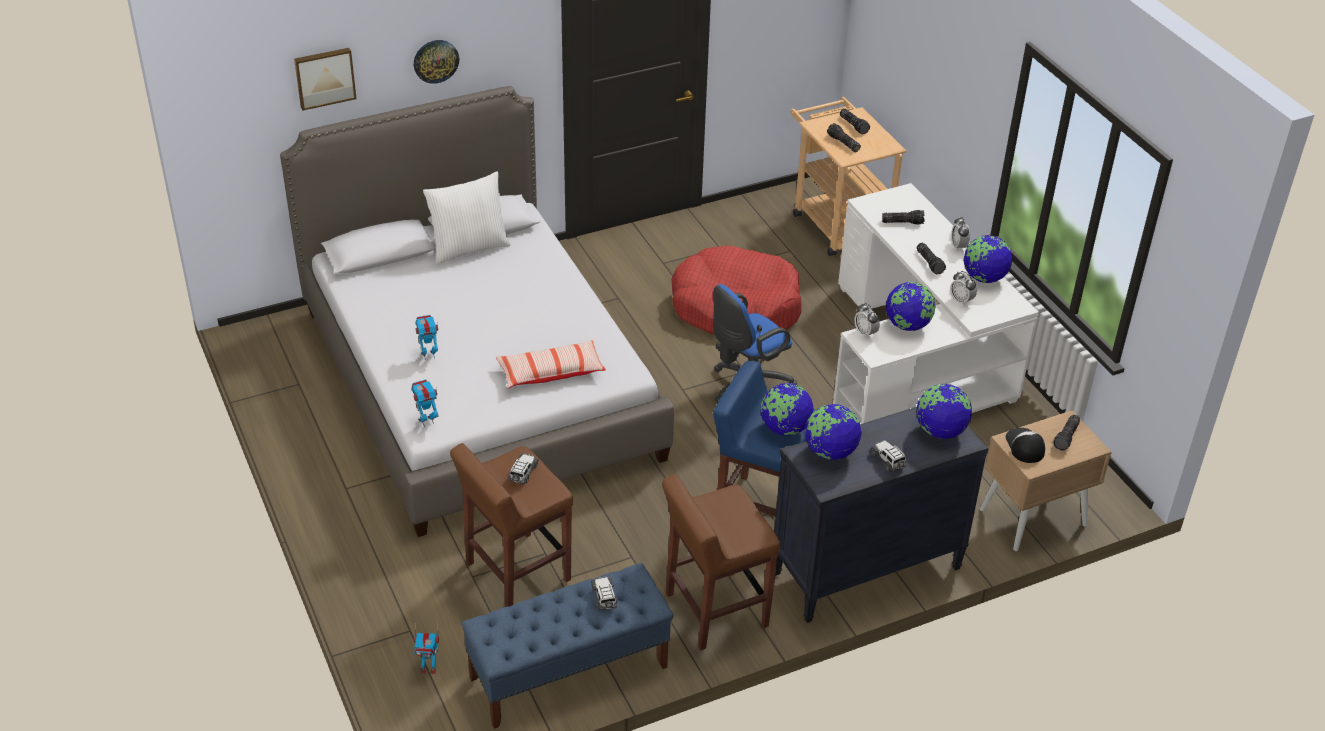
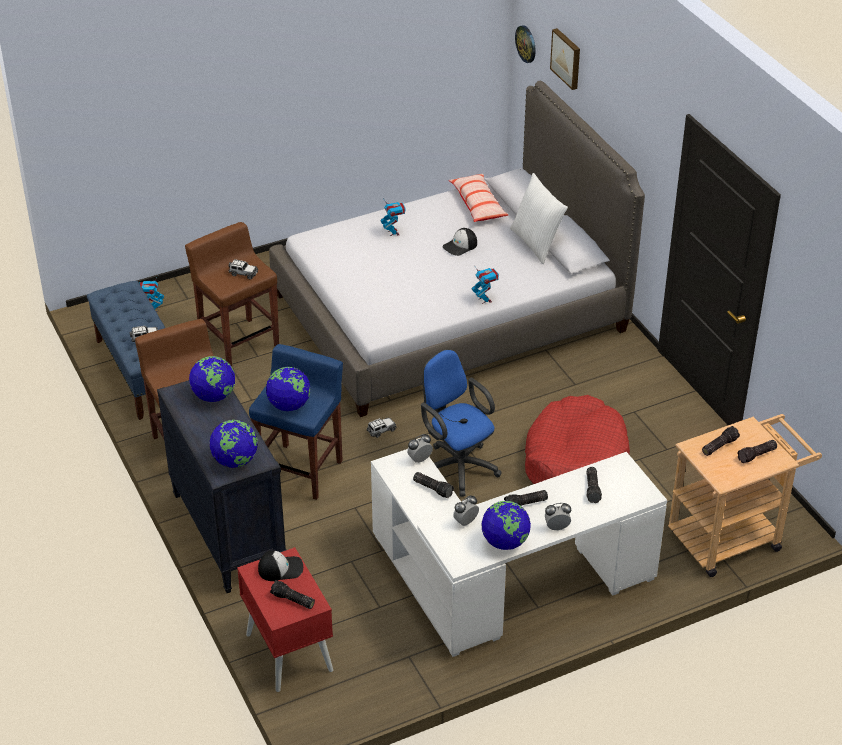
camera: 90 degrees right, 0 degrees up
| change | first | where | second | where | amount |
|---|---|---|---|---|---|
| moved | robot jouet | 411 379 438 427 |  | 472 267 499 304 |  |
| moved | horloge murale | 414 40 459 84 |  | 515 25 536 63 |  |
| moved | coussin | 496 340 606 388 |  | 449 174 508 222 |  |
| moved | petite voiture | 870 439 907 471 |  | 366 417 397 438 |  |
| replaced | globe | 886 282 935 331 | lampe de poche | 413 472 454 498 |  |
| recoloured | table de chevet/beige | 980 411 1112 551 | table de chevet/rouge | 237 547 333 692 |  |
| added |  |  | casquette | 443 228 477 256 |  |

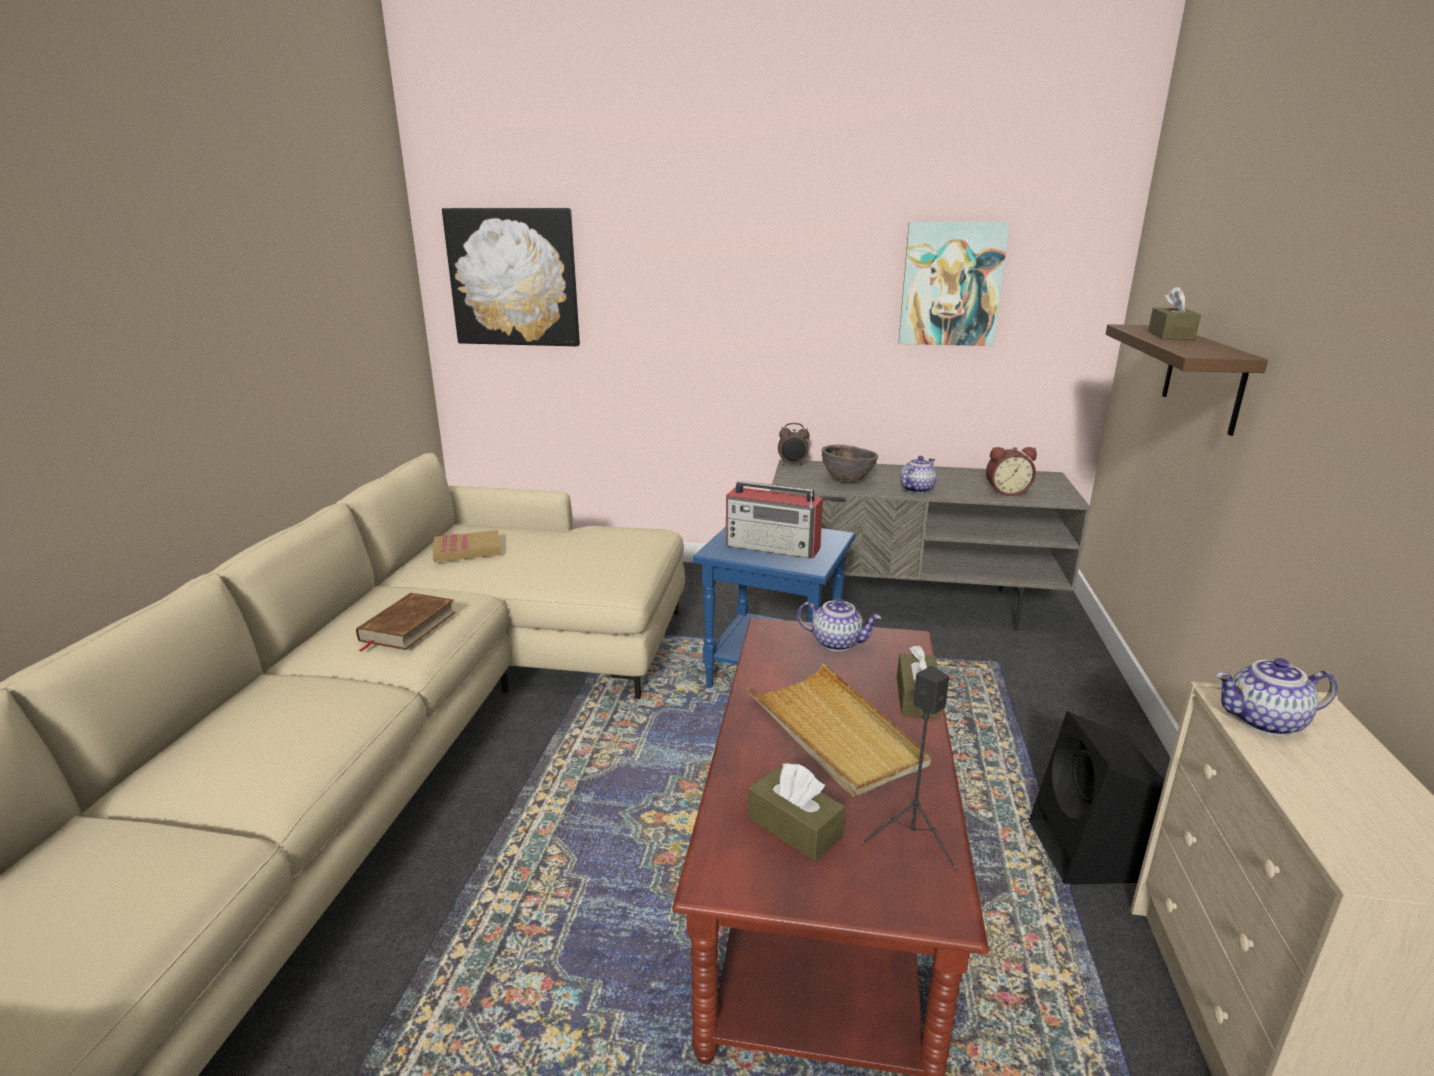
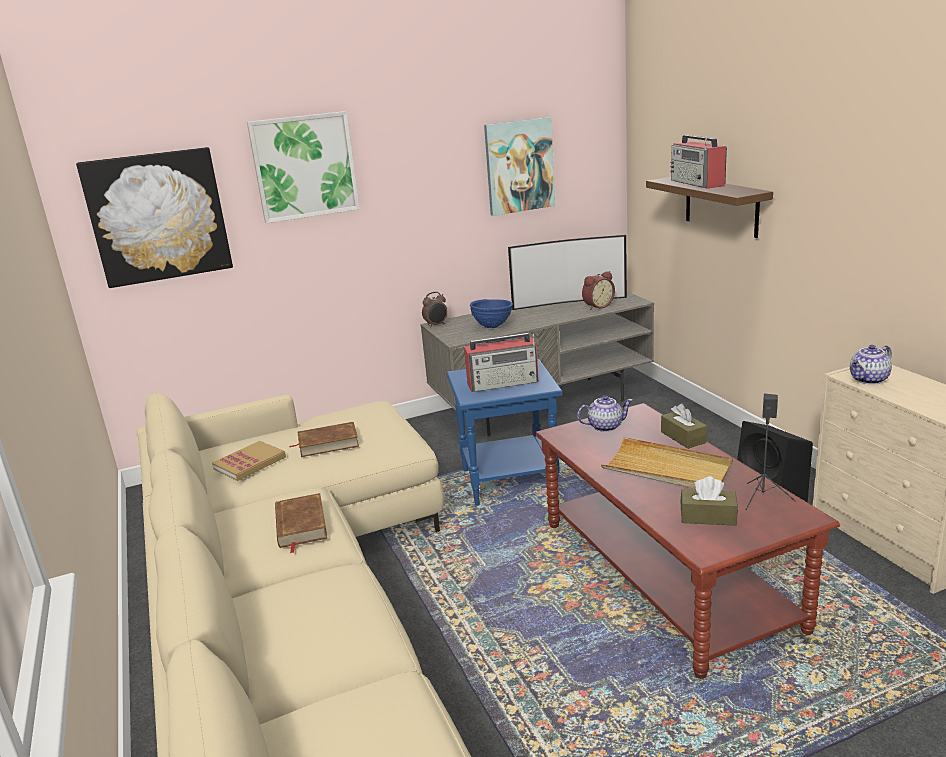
camera: 30 degrees left, 0 degrees up
| change | first | where | second | where | amount |
|---|---|---|---|---|---|
| recoloured | bol/marron | 822 444 878 484 | bol/bleu | 470 299 513 328 |  |
| removed | théière | 900 456 937 493 |  |  |  |
| replaced | boîte à mouchoirs/marron | 1148 286 1201 340 | radio | 670 135 727 189 |  |
| added |  |  | tableau | 247 111 360 223 |  |
| added |  |  | livre/marron | 290 422 359 457 |  |
| added |  |  | téléviseur | 508 235 627 310 |  |

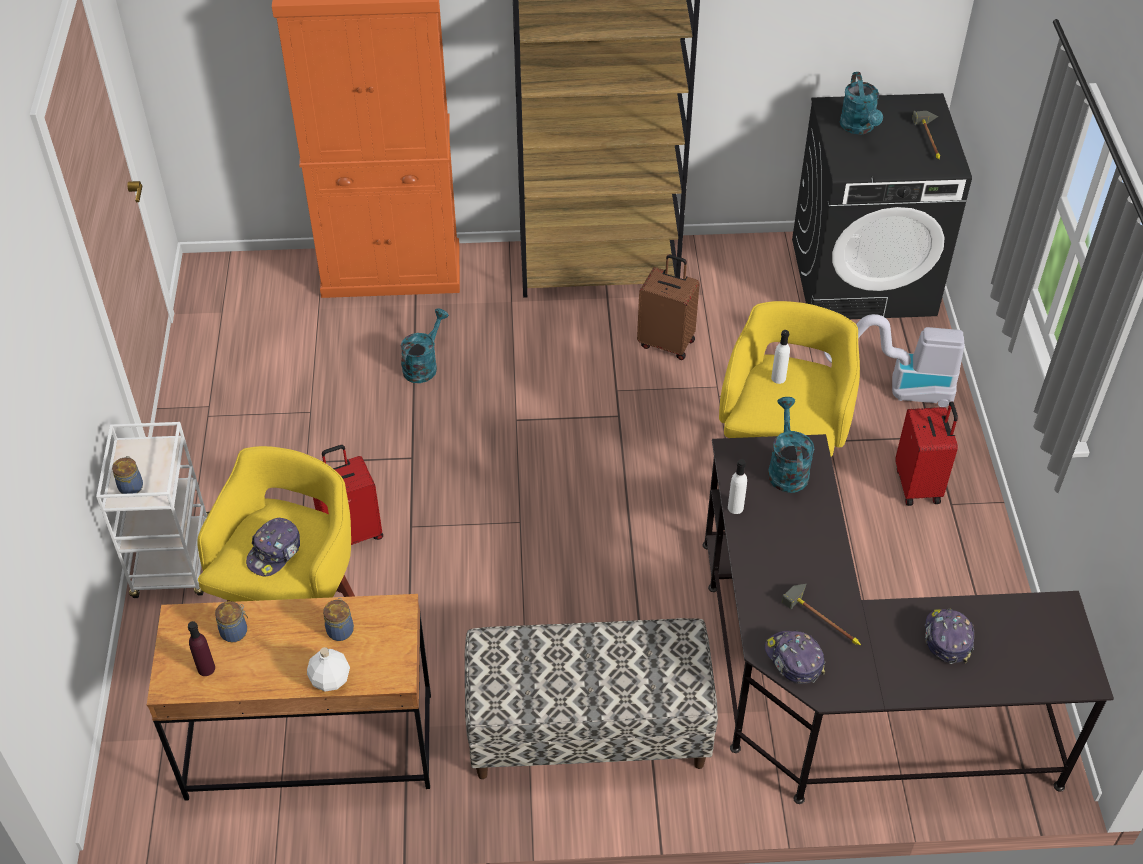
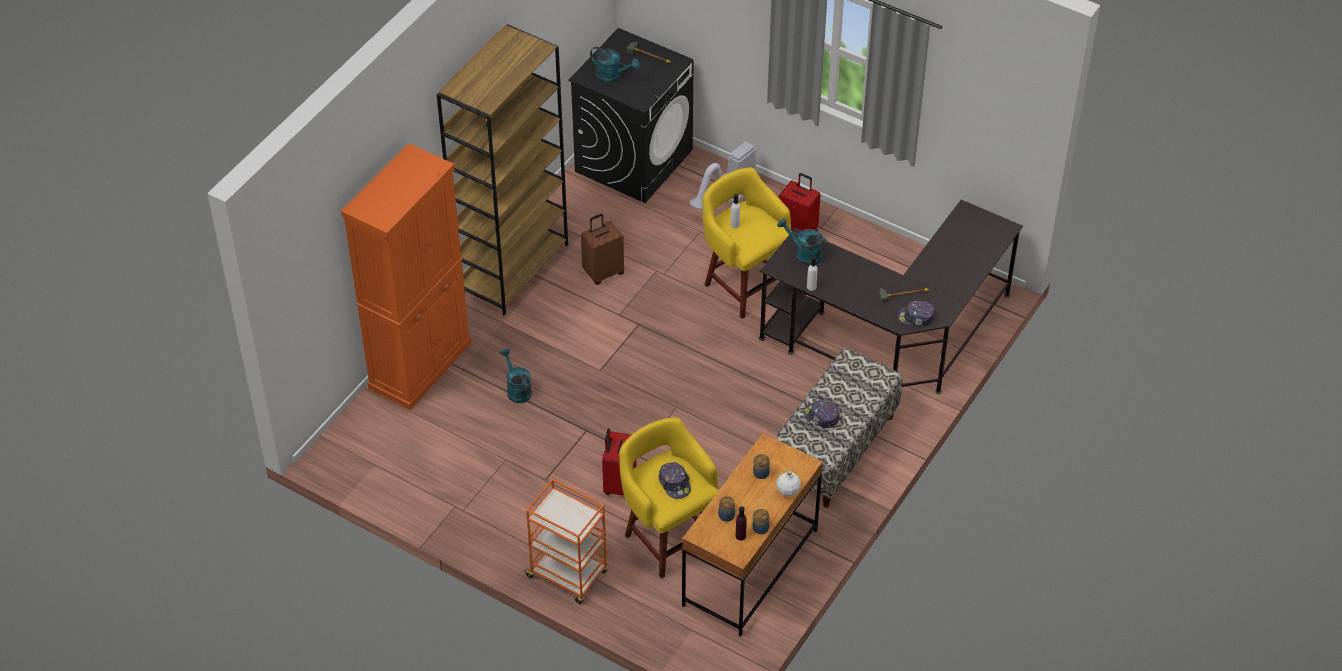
camera: 55 degrees left, 0 degrees up
| change | first | where | second | where | amount |
|---|---|---|---|---|---|
| recoloured | chariot/blanc | 96 422 210 598 | chariot/orange | 523 478 609 604 |  |
| moved | bocal | 112 456 143 494 |  | 752 509 770 534 |  |
| moved | casquette | 925 609 974 664 |  | 804 400 841 428 |  |

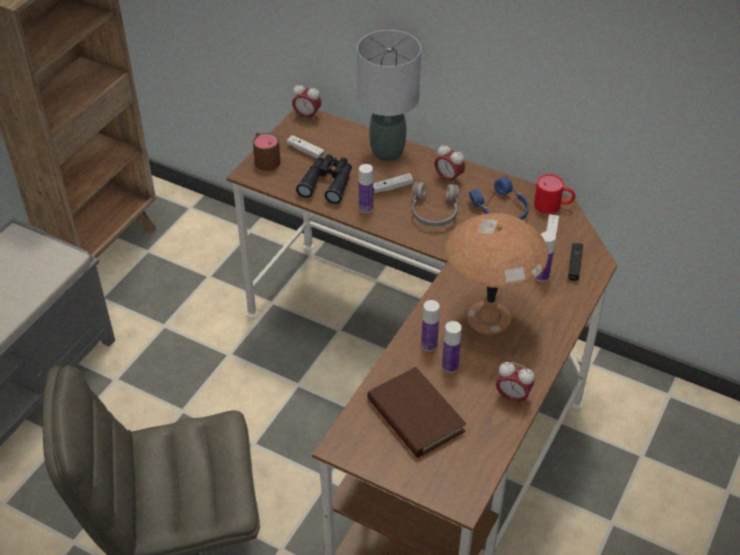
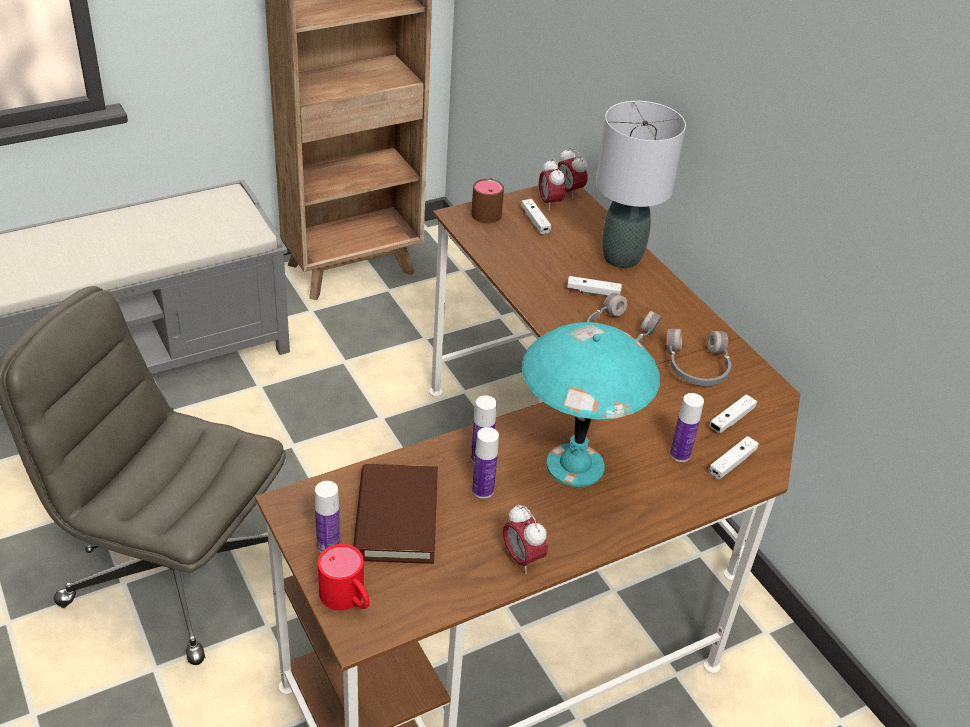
camera: 30 degrees right, 5 degrees down
| change | first | where | second | where | amount |
|---|---|---|---|---|---|
| removed | jumelles/noir | 296 154 352 204 |  |  |  |
| moved | bouteille | 359 164 373 213 |  | 315 481 340 553 |  |
| moved | réveil | 435 144 465 183 |  | 539 158 565 210 |  |
| recoloured | lampe de table/marron | 445 213 549 335 | lampe de table/turquoise | 522 322 660 487 |  |
| recoloured | casque audio/bleu | 469 177 529 220 | casque audio/gris | 667 328 731 386 |  |
| moved | mug/rouge | 534 174 575 214 |  | 318 544 369 610 |  |
| recoloured | manette/noir | 568 243 583 281 | manette/blanc | 709 436 759 479 |  |

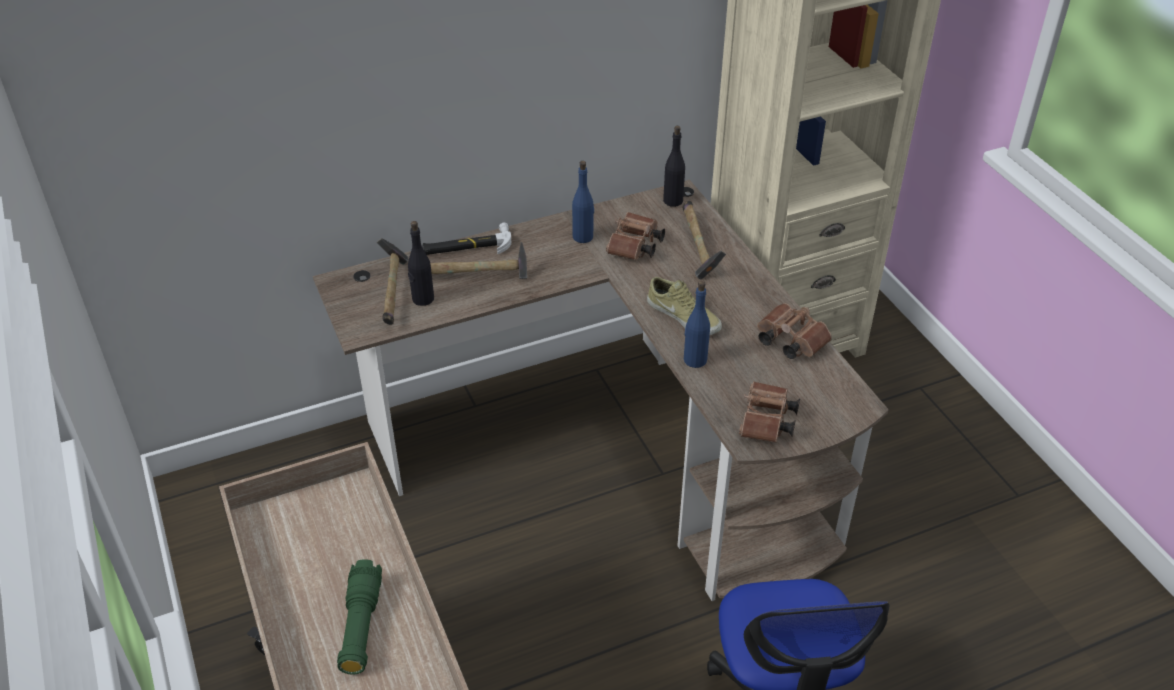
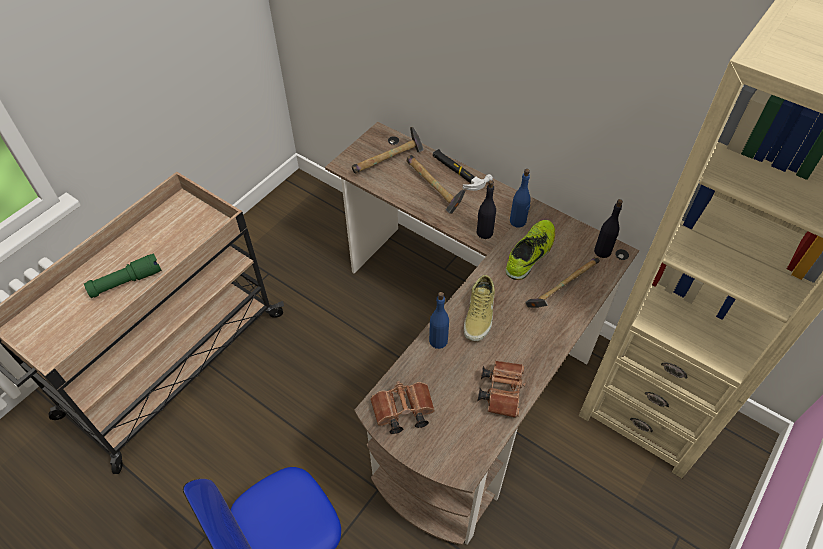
camera: 60 degrees right, 10 degrees up
| change | first | where | second | where | amount |
|---|---|---|---|---|---|
| moved | bouteille/noir | 408 221 434 306 |  | 476 180 496 239 |  |
| replaced | jumelles/marron | 606 212 665 260 | chaussure | 505 220 555 280 |  |

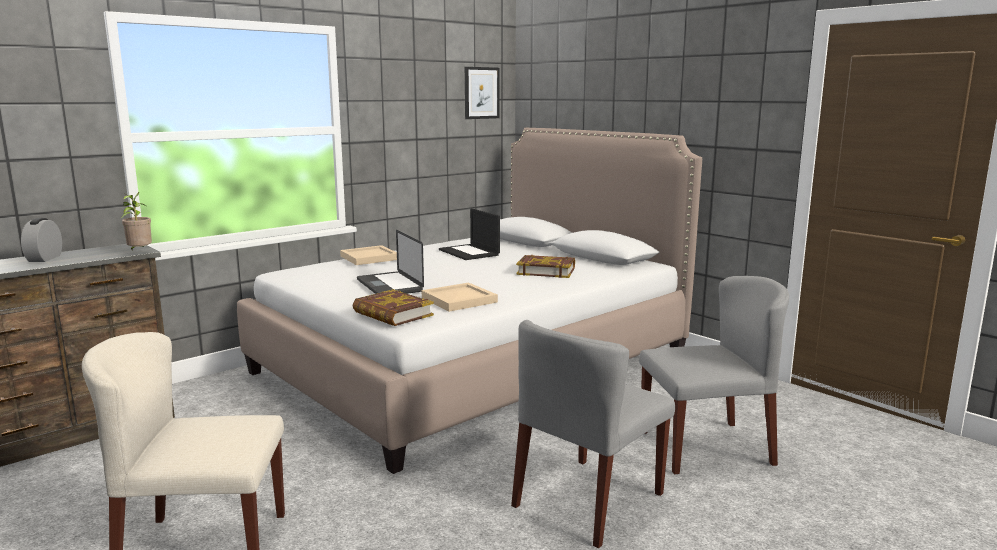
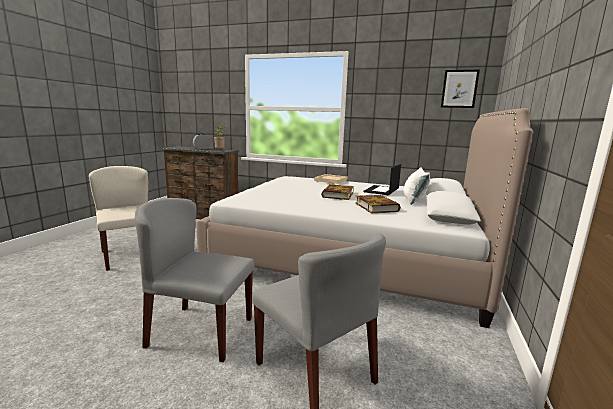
camera: 60 degrees right, 0 degrees up
| change | first | where | second | where | amount |
|---|---|---|---|---|---|
| moved | livre | 353 289 434 326 |  | 321 184 354 200 |  |
| removed | ordinateur portable | 357 230 424 294 |  |  |  |
| removed | plateau/beige | 422 282 498 312 |  |  |  |
| added |  |  | coussin/blanc | 404 167 430 205 |  |

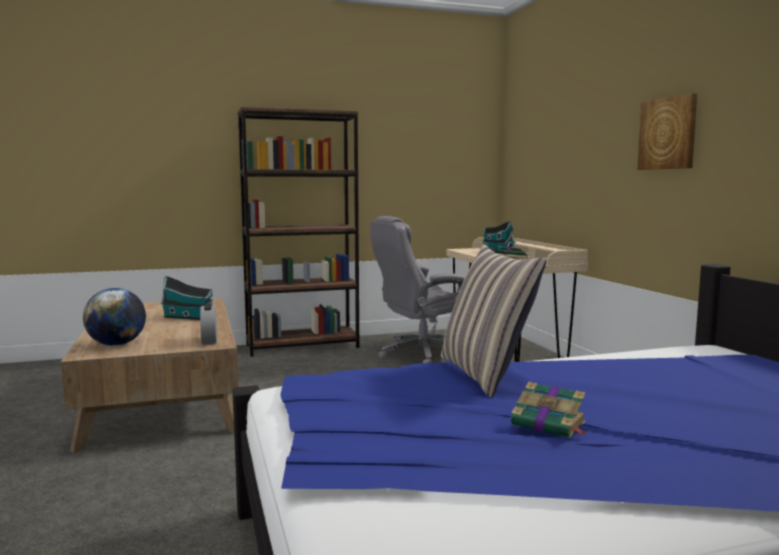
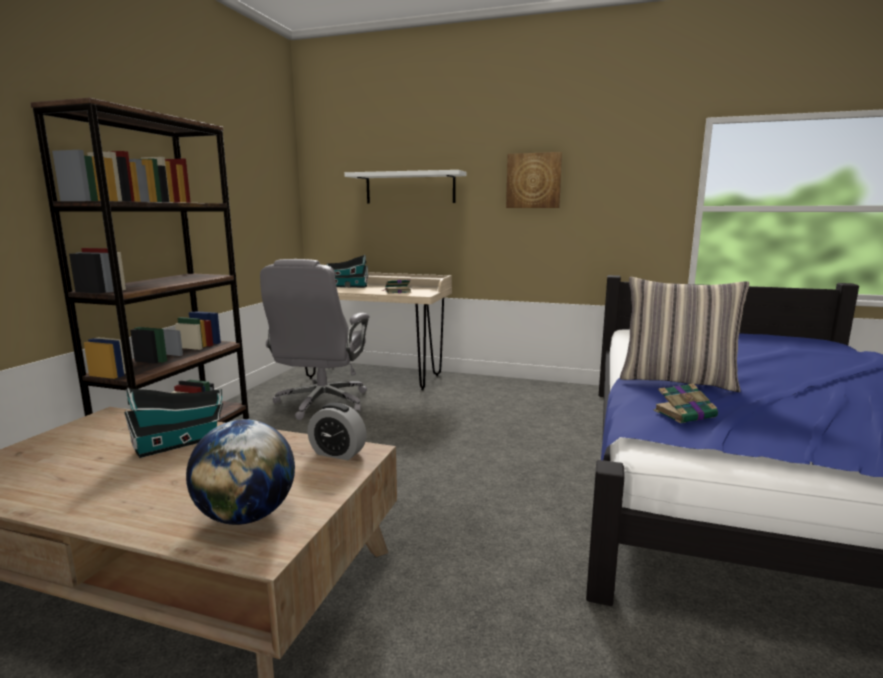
camera: 55 degrees left, 5 degrees up
| change | first | where | second | where | amount |
|---|---|---|---|---|---|
| moved | livre | 511 382 588 438 |  | 654 383 718 423 |  |
| added |  |  | étagère/blanc | 344 170 466 203 |  |

